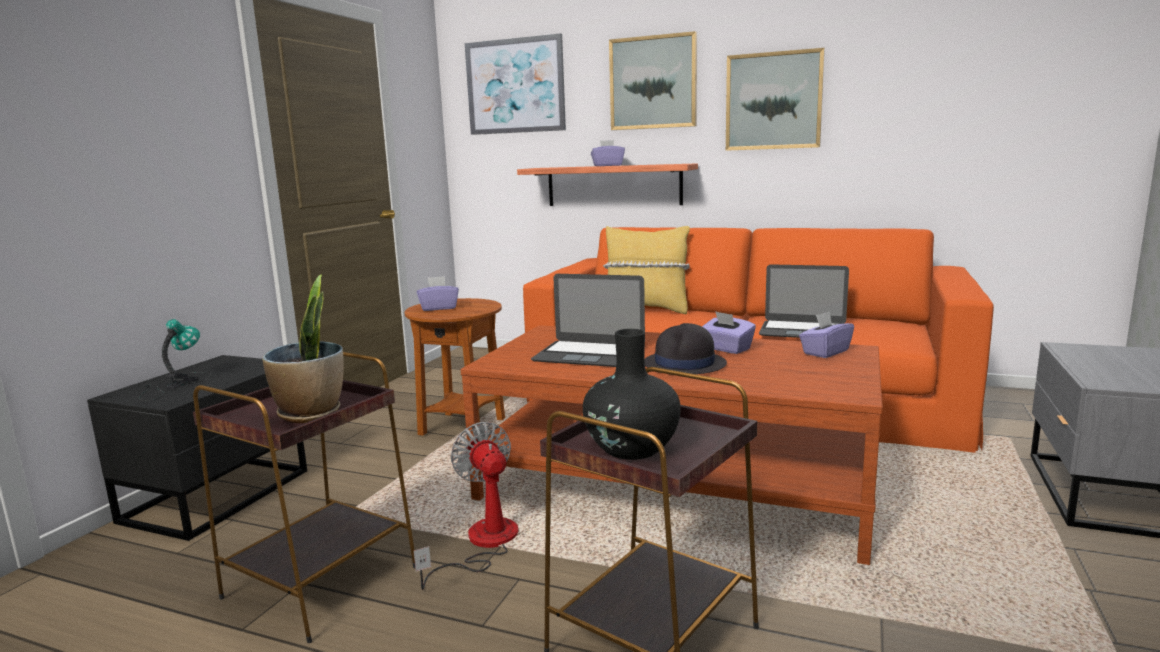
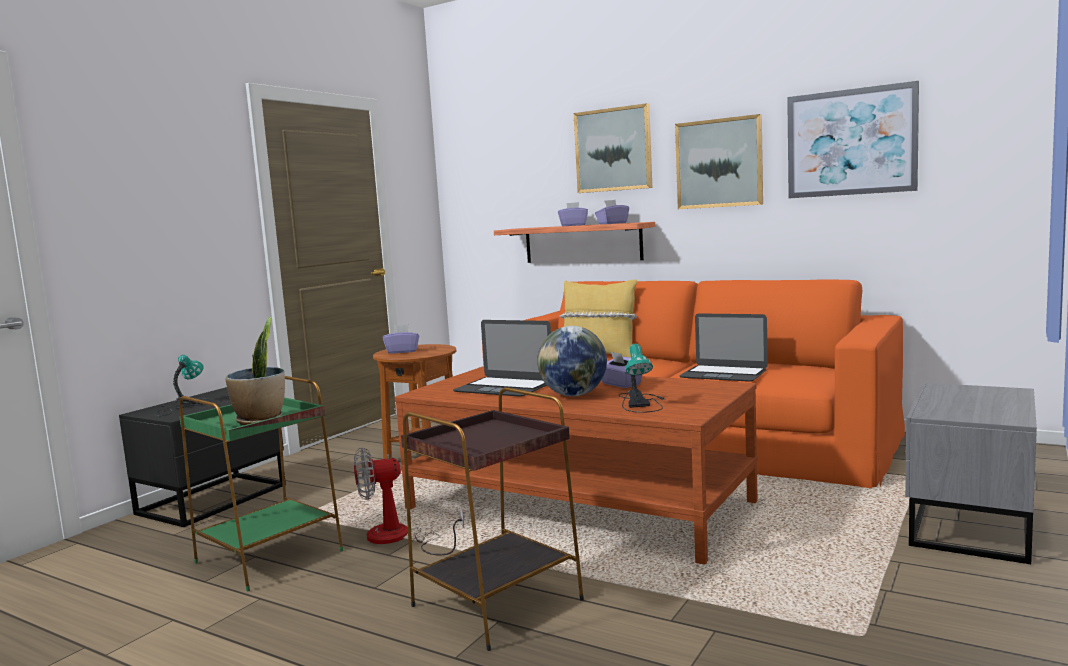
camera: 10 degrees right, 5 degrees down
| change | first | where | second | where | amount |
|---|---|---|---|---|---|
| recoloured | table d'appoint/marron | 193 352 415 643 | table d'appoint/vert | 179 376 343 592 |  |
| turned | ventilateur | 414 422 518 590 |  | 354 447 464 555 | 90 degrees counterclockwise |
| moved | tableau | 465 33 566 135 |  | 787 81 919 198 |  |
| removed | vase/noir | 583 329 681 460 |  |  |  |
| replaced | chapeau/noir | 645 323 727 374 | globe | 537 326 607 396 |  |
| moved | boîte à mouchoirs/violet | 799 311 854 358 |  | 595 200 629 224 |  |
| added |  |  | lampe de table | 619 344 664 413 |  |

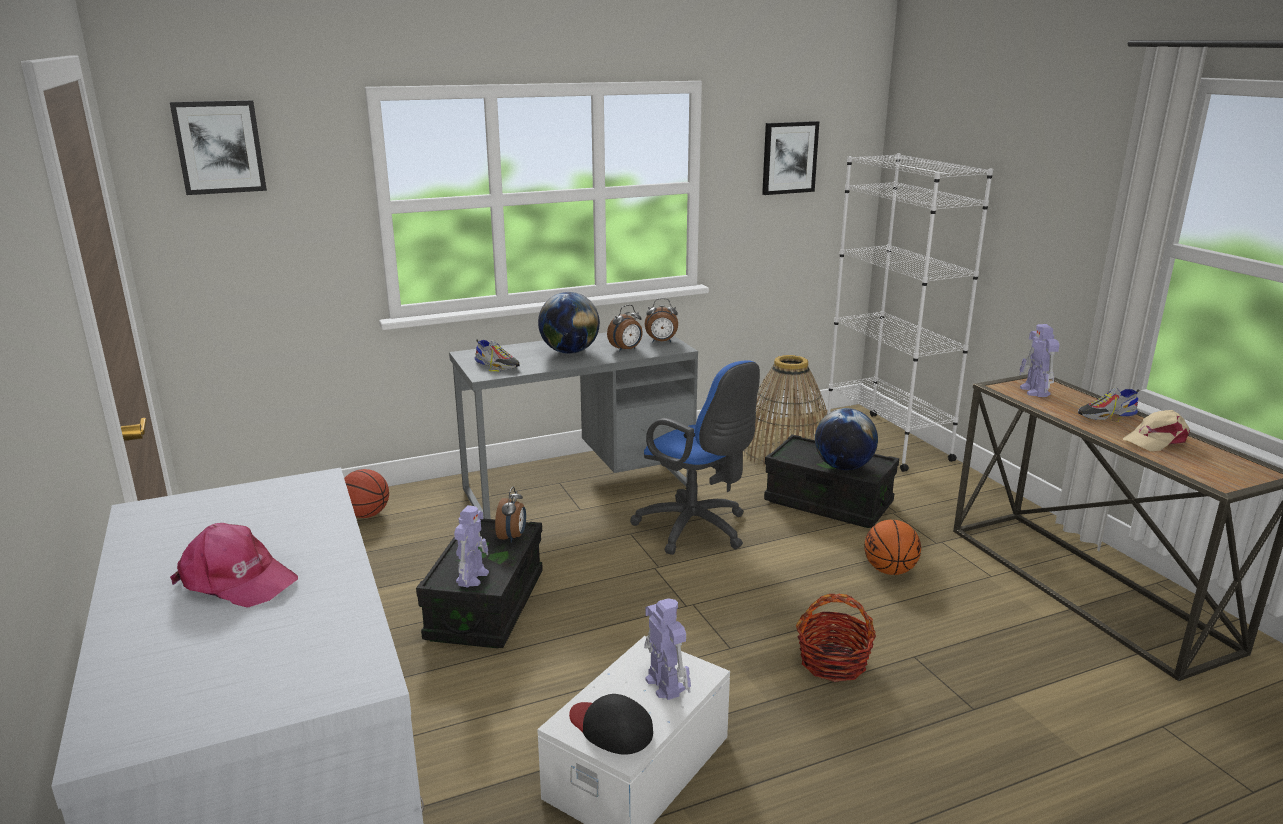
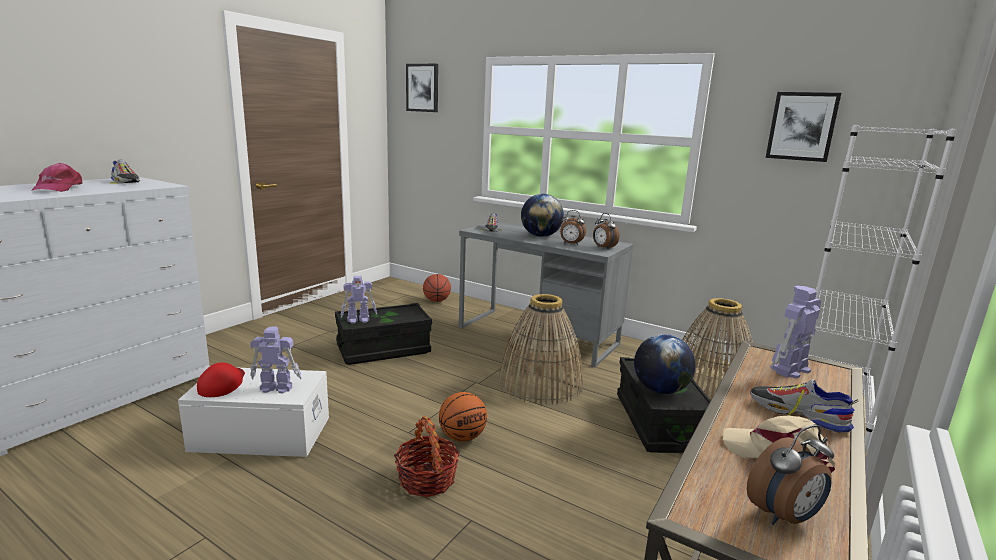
camera: 55 degrees right, 5 degrees down
| change | first | where | second | where | amount |
|---|---|---|---|---|---|
| moved | réveil | 495 487 526 543 |  | 747 425 834 525 |  |
| recoloured | casquette/noir | 569 694 653 755 | casquette/rouge | 197 362 245 397 |  |
| replaced | chaise de bureau/bleu | 630 360 760 555 | panier | 499 294 583 405 |  |
| turned | robot jouet | 644 598 691 700 |  | 250 326 302 393 | 120 degrees counterclockwise |
| moved | ballon de basket | 864 520 921 575 |  | 439 392 487 442 |  |
| added |  |  | chaussure | 111 159 140 184 |  |

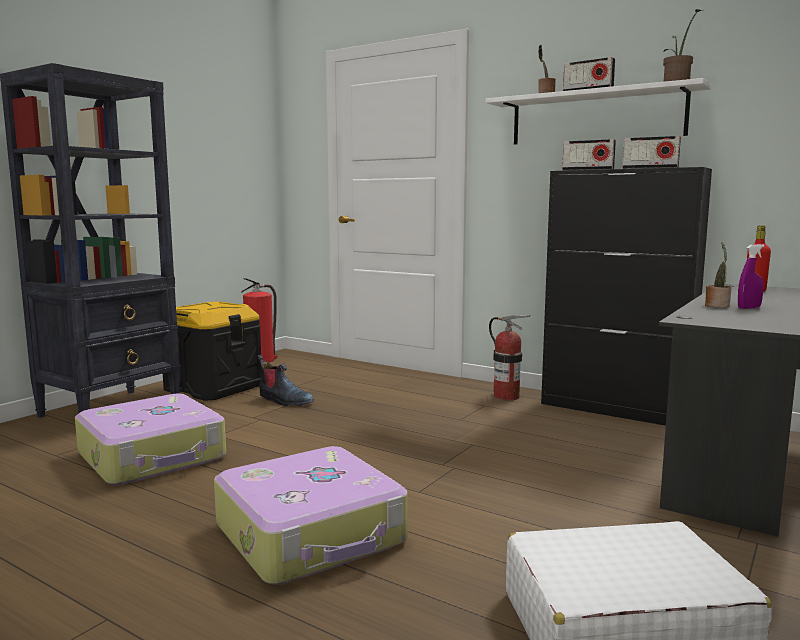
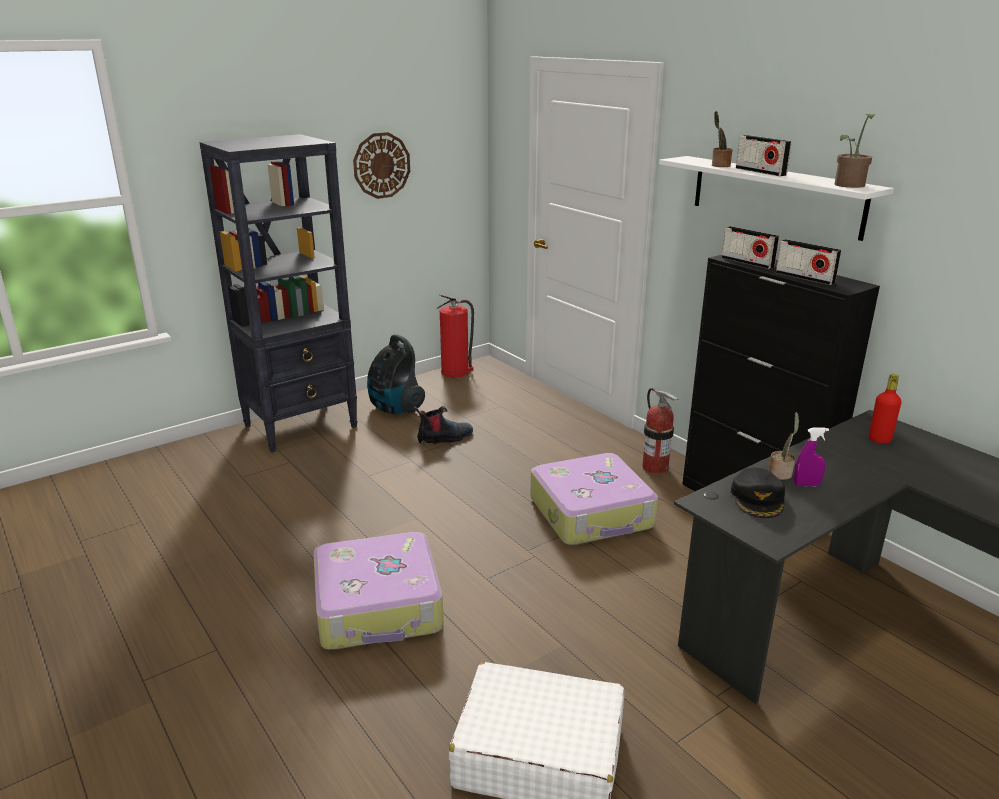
camera: 20 degrees right, 15 degrees up
| change | first | where | second | where | amount |
|---|---|---|---|---|---|
| moved | valise | 75 394 226 485 |  | 530 453 658 545 |  |
| replaced | boîte de rangement/noir | 163 302 262 401 | aspirateur | 367 334 425 414 |  |
| turned | botte | 258 354 314 406 |  | 414 406 473 444 | 75 degrees counterclockwise |
| added |  |  | horloge murale | 353 132 410 199 |  |
| added |  |  | casquette/noir | 731 467 785 518 |  |

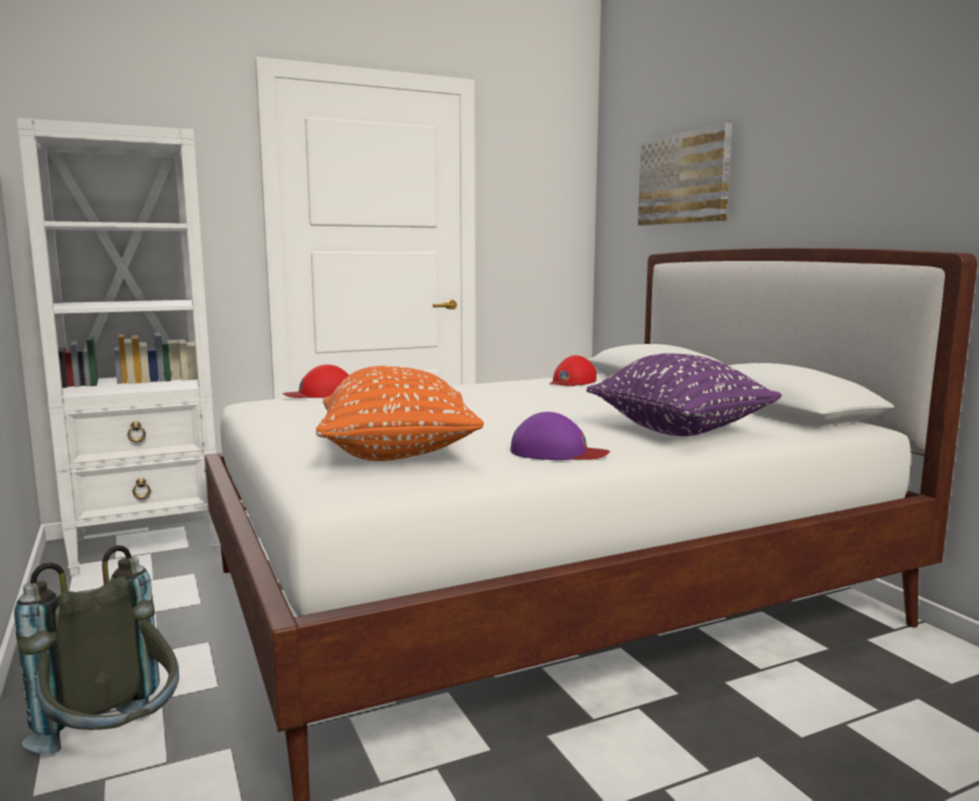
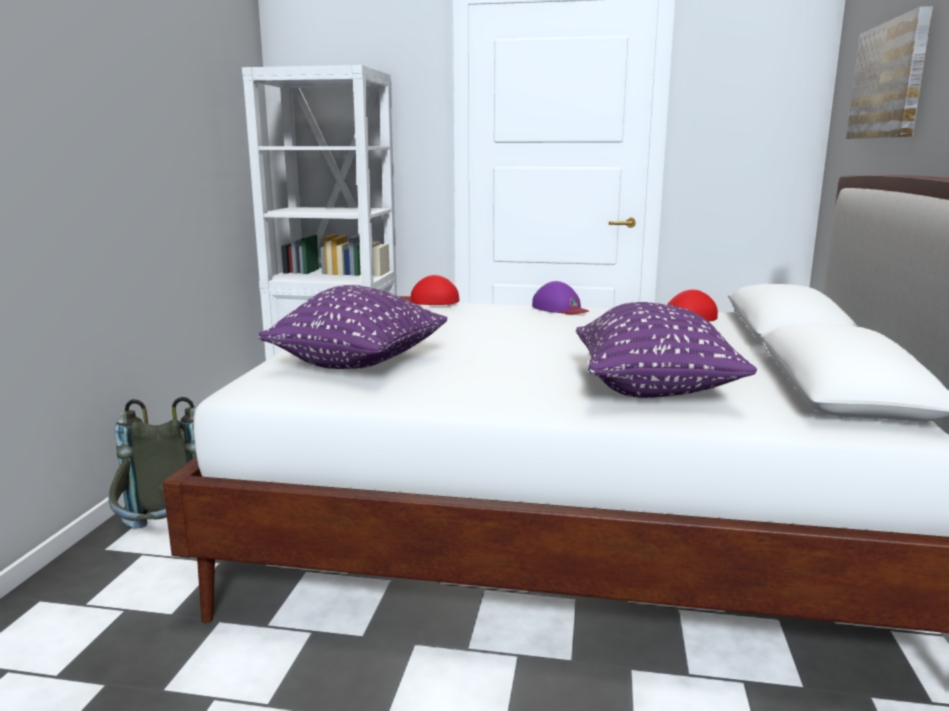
camera: 35 degrees right, 5 degrees up
| change | first | where | second | where | amount |
|---|---|---|---|---|---|
| recoloured | coussin/orange | 316 366 484 461 | coussin/violet | 259 285 448 369 |  |
| moved | casquette/violet | 510 412 610 460 |  | 532 281 590 315 |  |

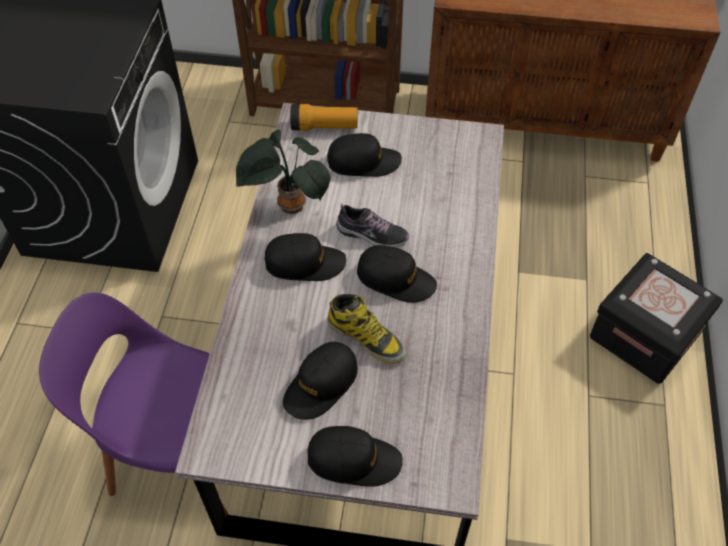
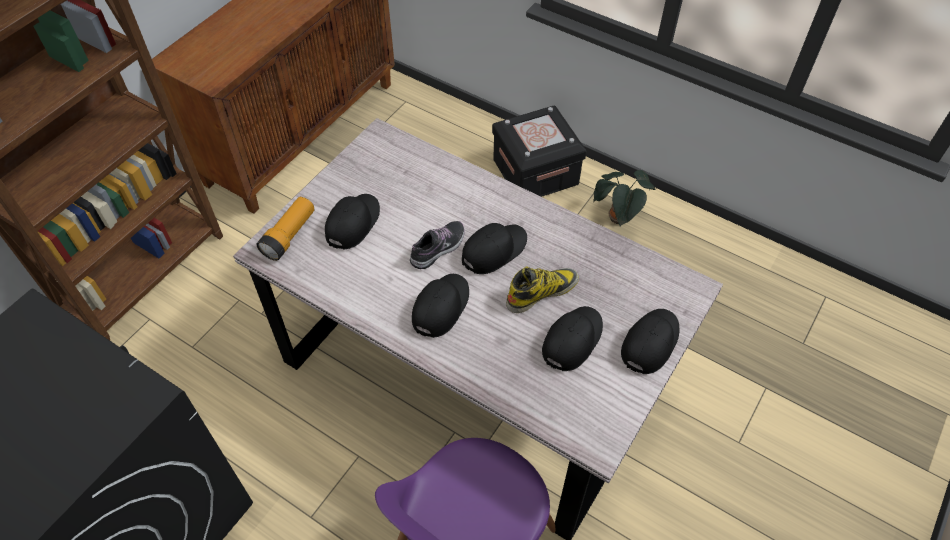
camera: 65 degrees left, 0 degrees up
| change | first | where | second | where | amount |
|---|---|---|---|---|---|
| moved | plante en pot | 236 130 331 214 |  | 594 170 655 227 |  |
| turned | casquette/noir | 283 342 358 420 |  | 542 306 603 371 | 120 degrees counterclockwise |

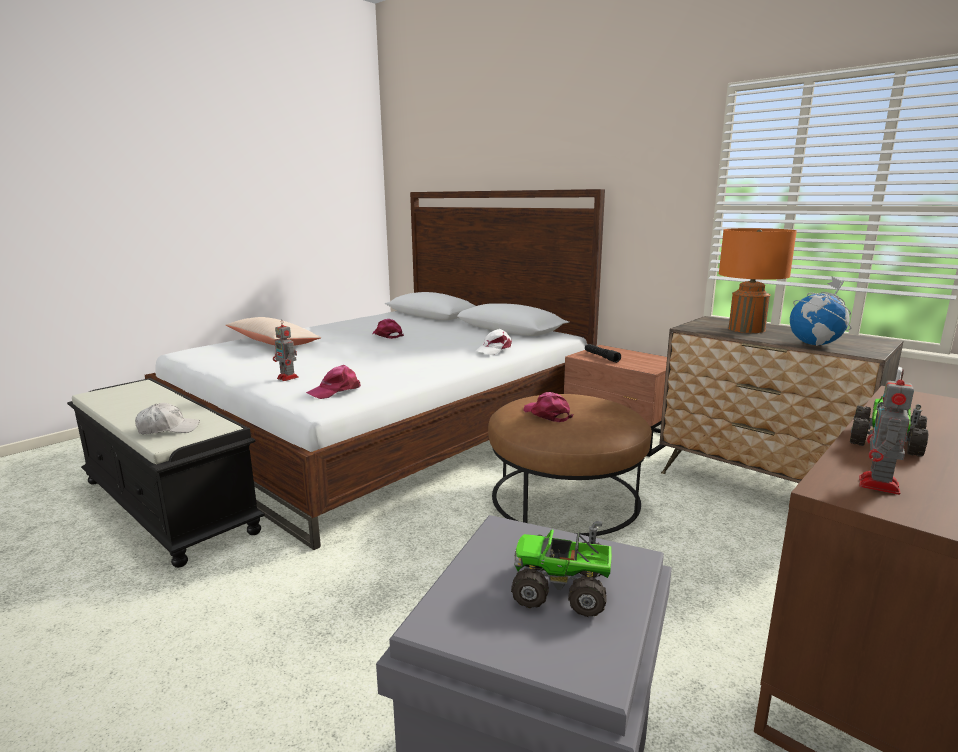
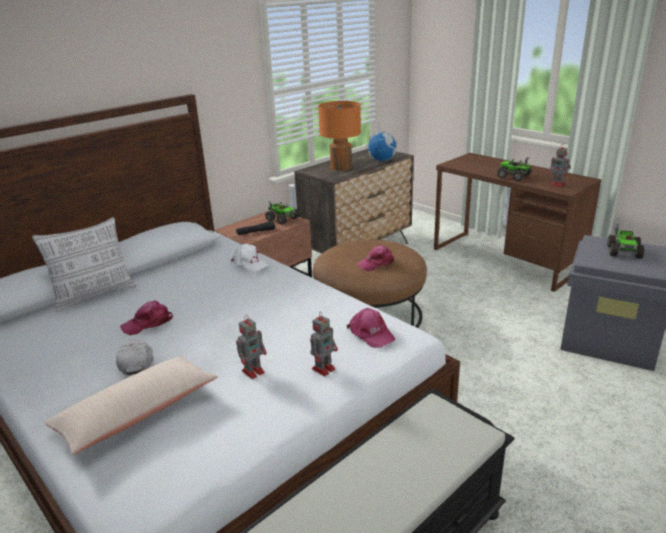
camera: 85 degrees left, 10 degrees up
| change | first | where | second | where | amount |
|---|---|---|---|---|---|
| moved | casquette/blanc | 135 403 200 434 |  | 116 340 154 375 |  |
| added |  |  | coussin | 32 217 136 312 |  |
| added |  |  | robot jouet | 236 315 267 379 |  |
| added |  |  | camion jouet | 265 201 299 225 |  |

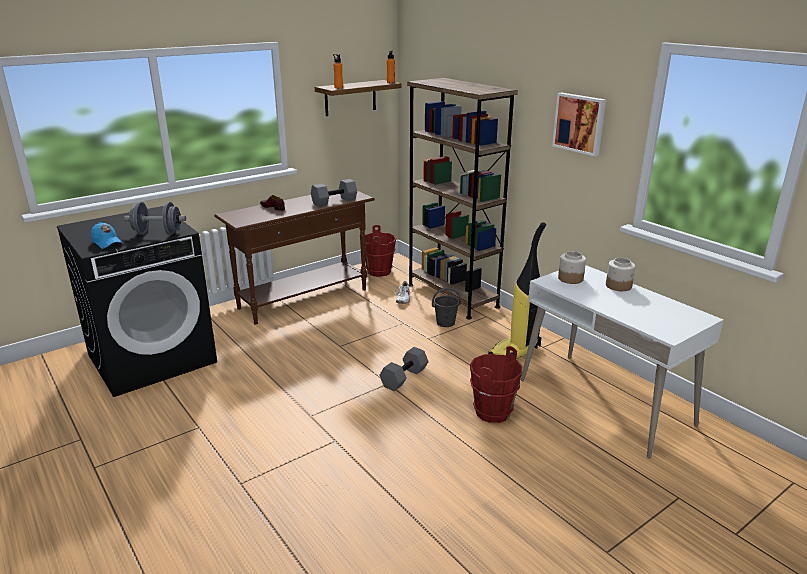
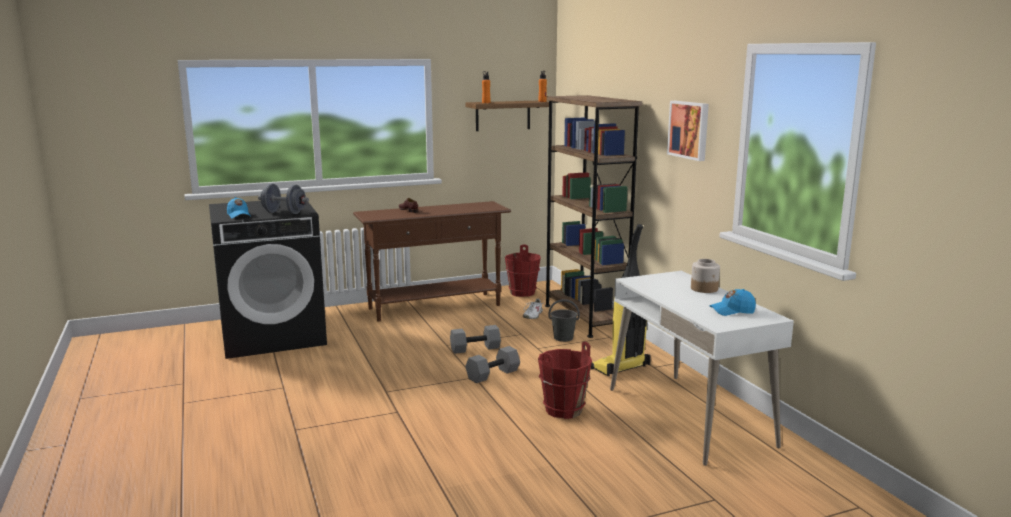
camera: 15 degrees right, 10 degrees down
| change | first | where | second | where | amount |
|---|---|---|---|---|---|
| moved | haltère/gris | 311 179 357 206 |  | 450 325 501 354 |  |
| removed | bocal | 558 251 586 284 |  |  |  |
| added |  |  | casquette/bleu | 709 289 756 316 |  |

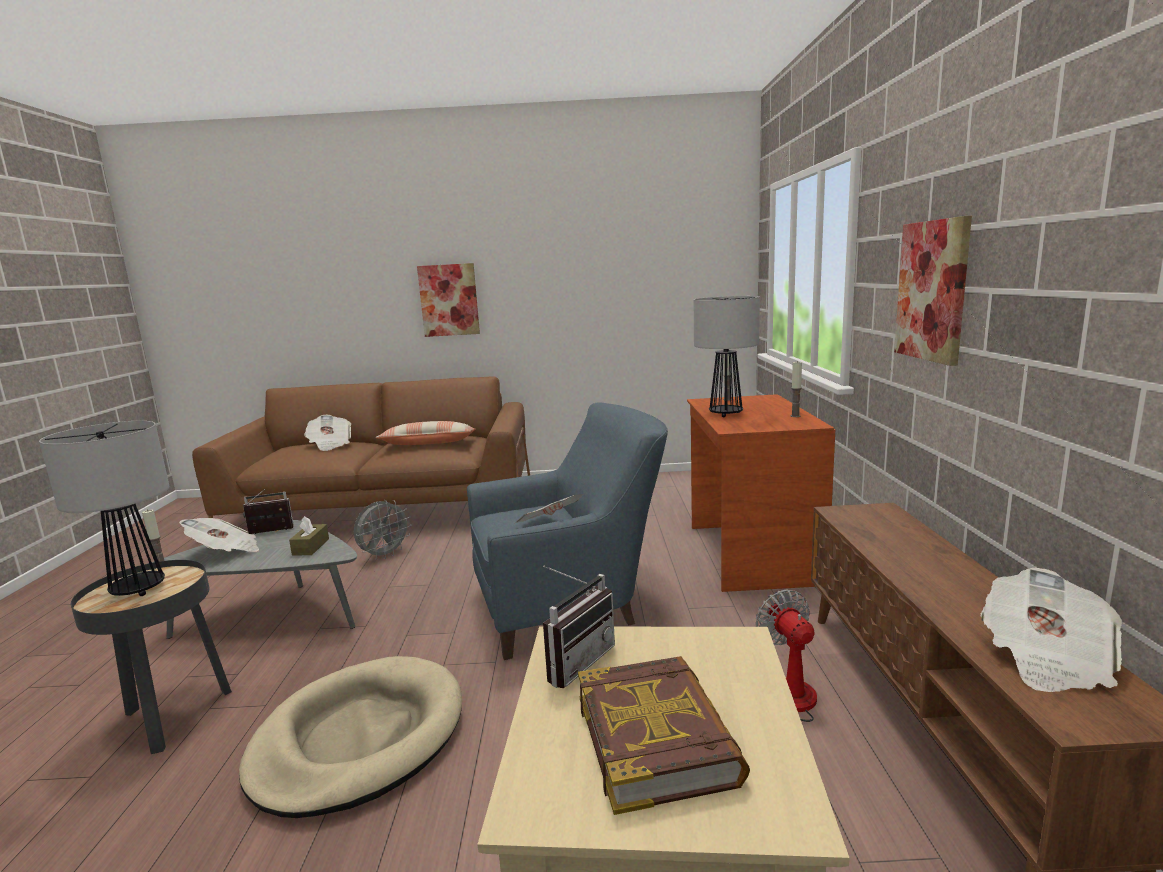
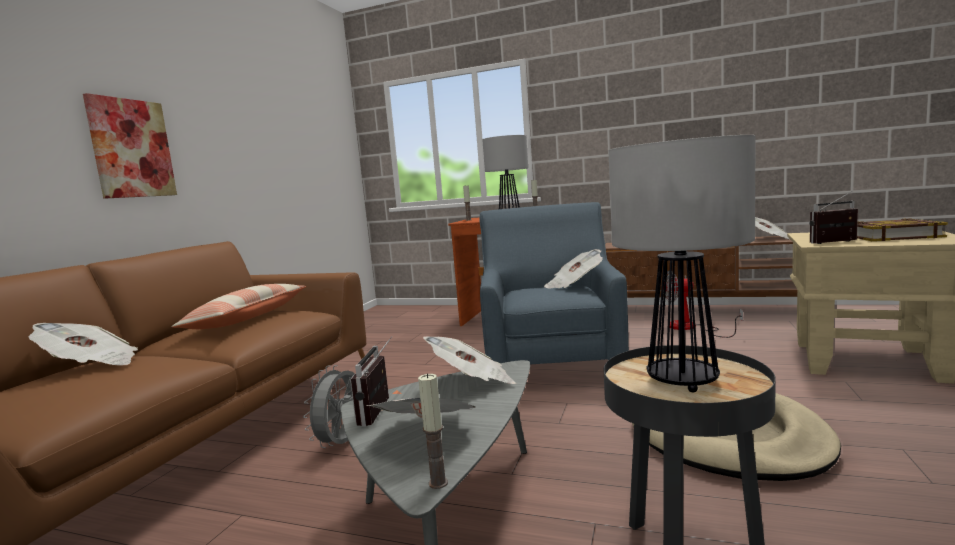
camera: 70 degrees left, 5 degrees down
| change | first | where | second | where | amount |
|---|---|---|---|---|---|
| replaced | boîte à mouchoirs/marron | 289 516 329 556 | journal | 423 336 516 384 |  |
| turned | ventilateur/gris | 354 500 412 560 |  | 303 365 355 448 | 135 degrees counterclockwise |
| turned | radio | 543 565 615 688 |  | 810 191 858 244 | 60 degrees counterclockwise |
| removed | tableau | 894 216 972 366 |  |  |  |

